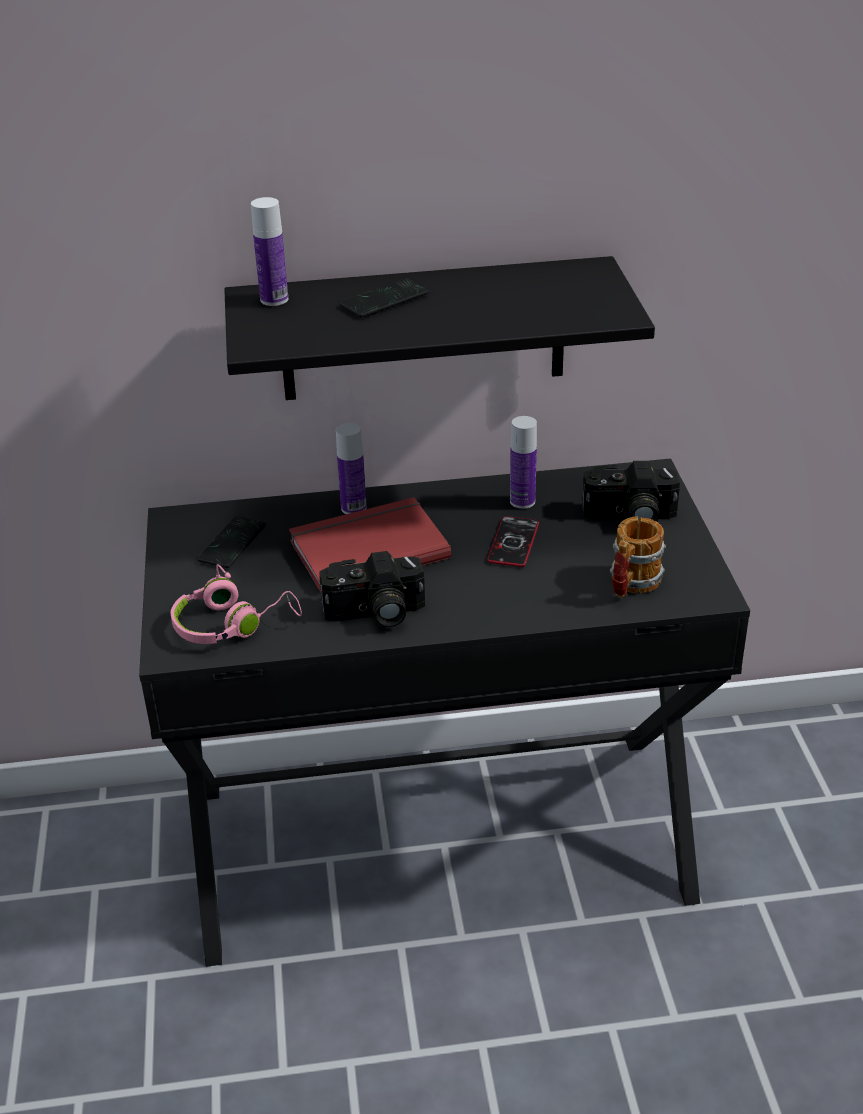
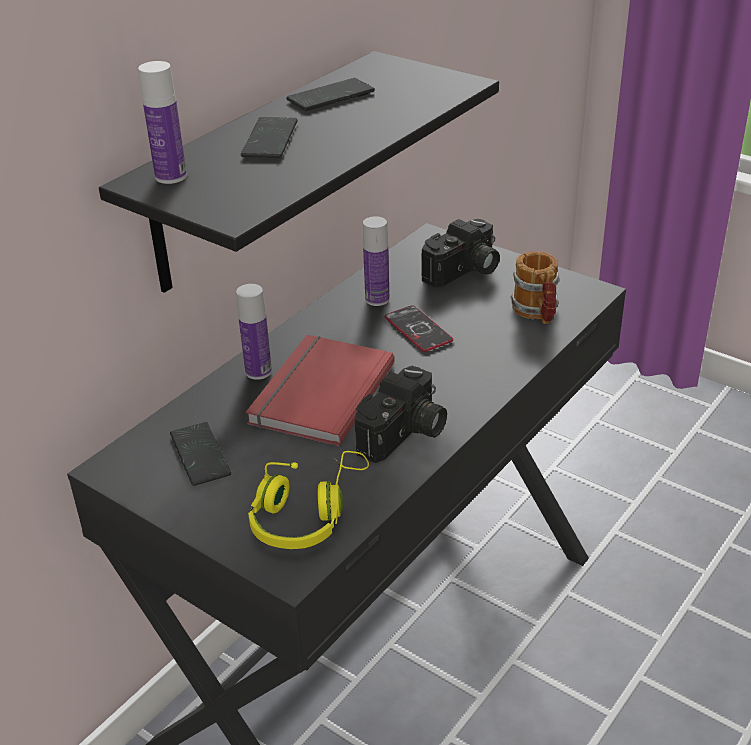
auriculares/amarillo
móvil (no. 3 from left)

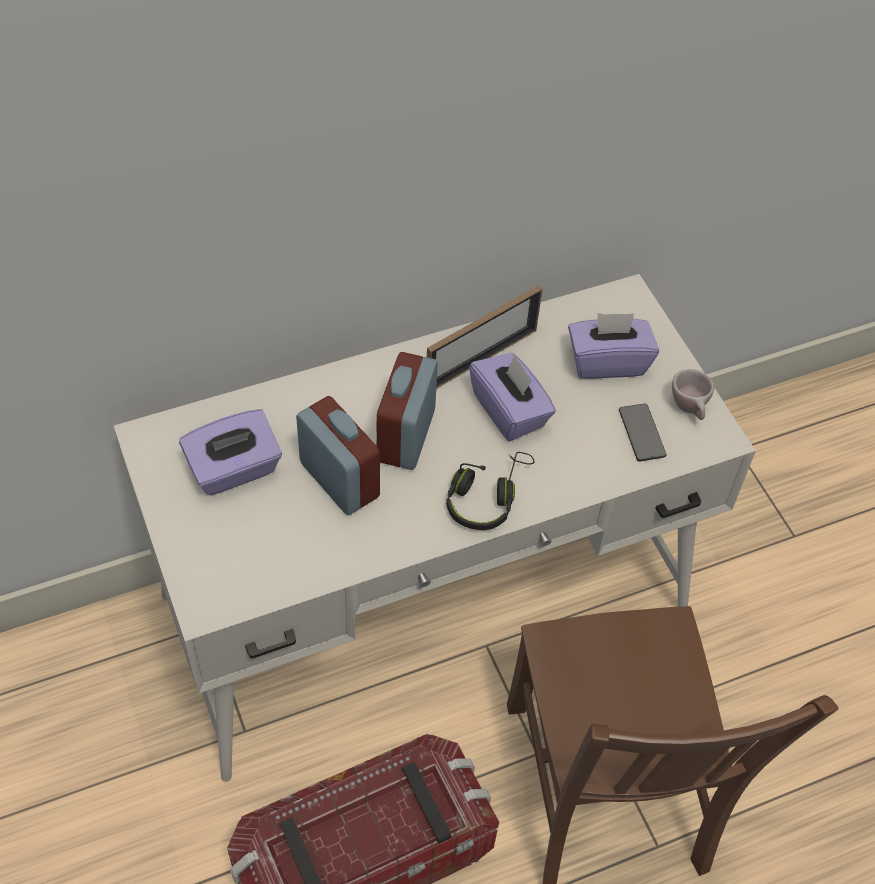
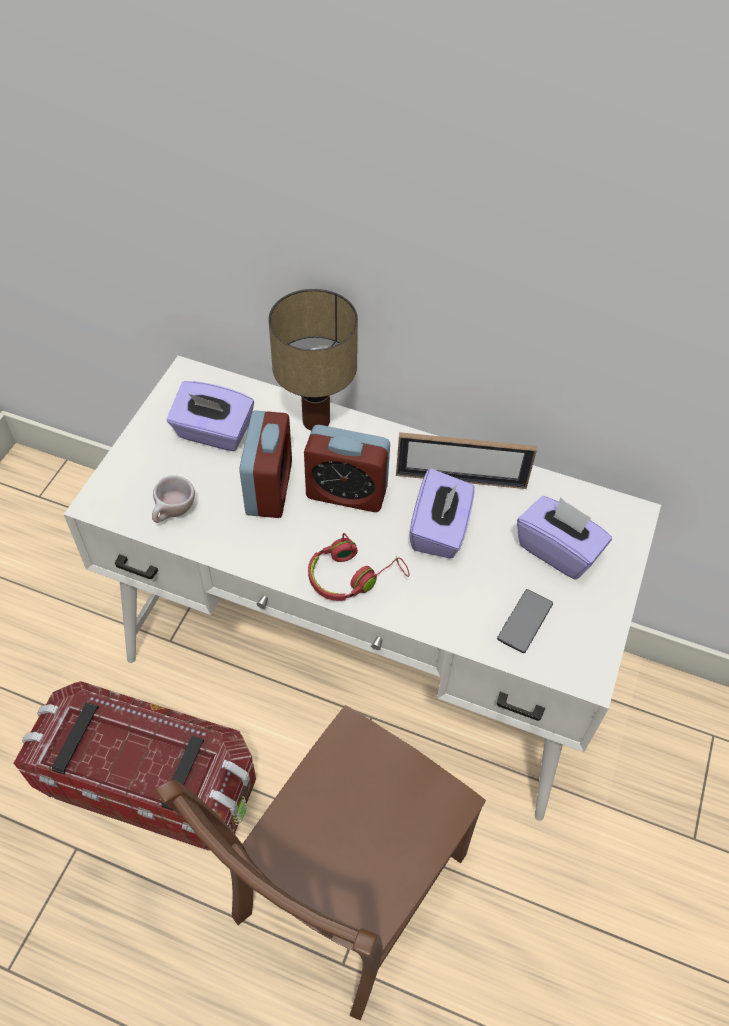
despertador (no. 2 from left)
auriculares/rojo
taza/beis
lámpara de mesa

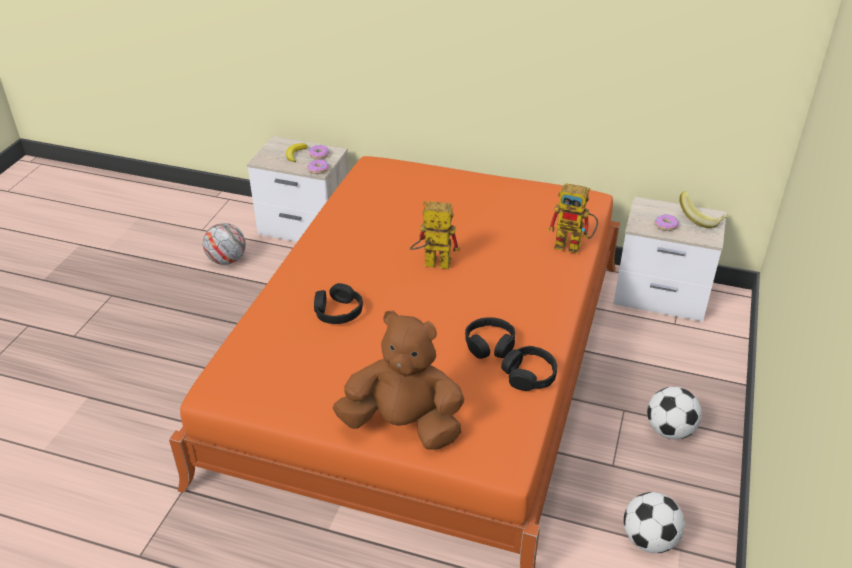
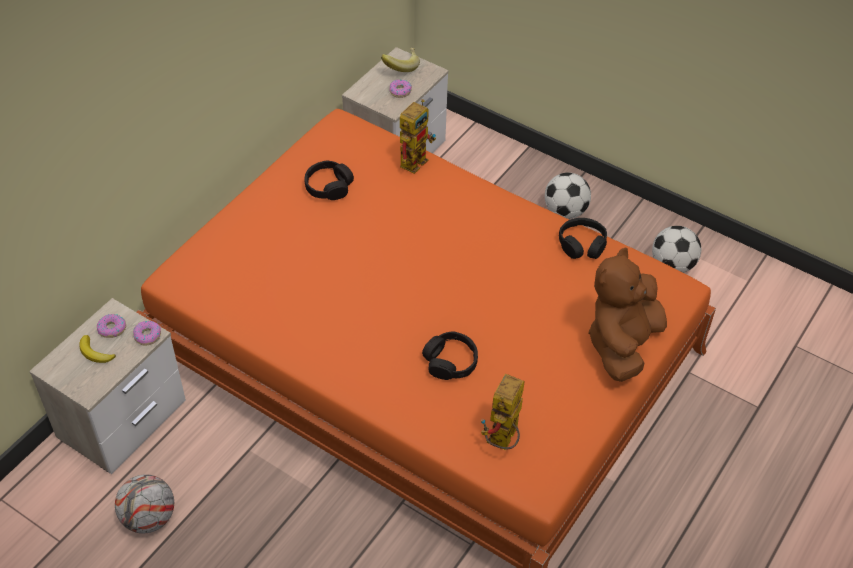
robot de juguete (no. 2 from left)
auriculares/negro (no. 1 from left)

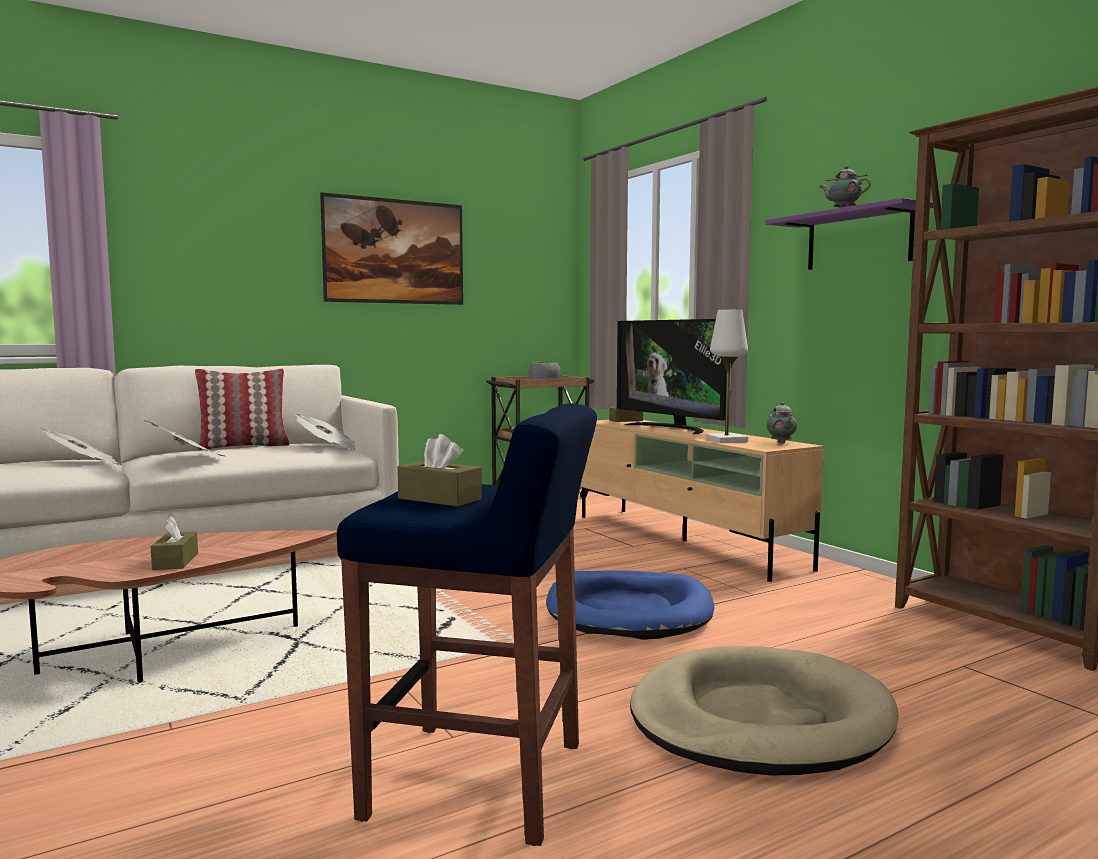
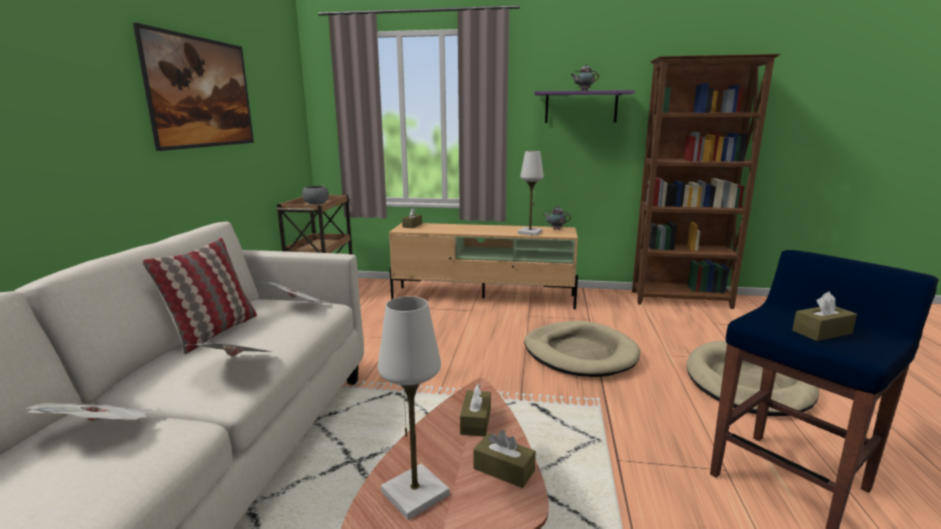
cama para perro/beis (no. 1 from left)
televisor
lámpara de mesa/blanco (no. 1 from left)
caja de pañuelos/marrón (no. 2 from left)

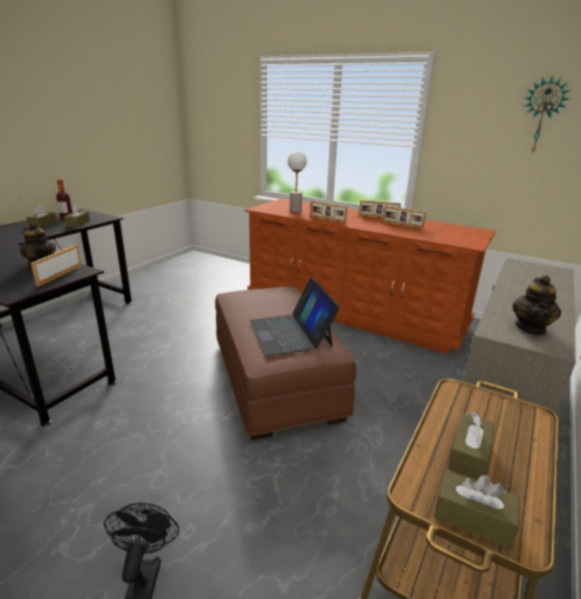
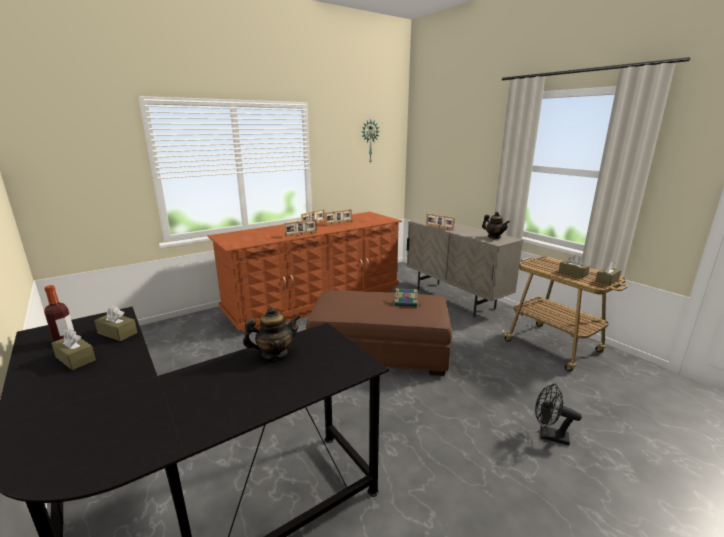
portarretratos (no. 4 from left)
libro
lámpara de mesa

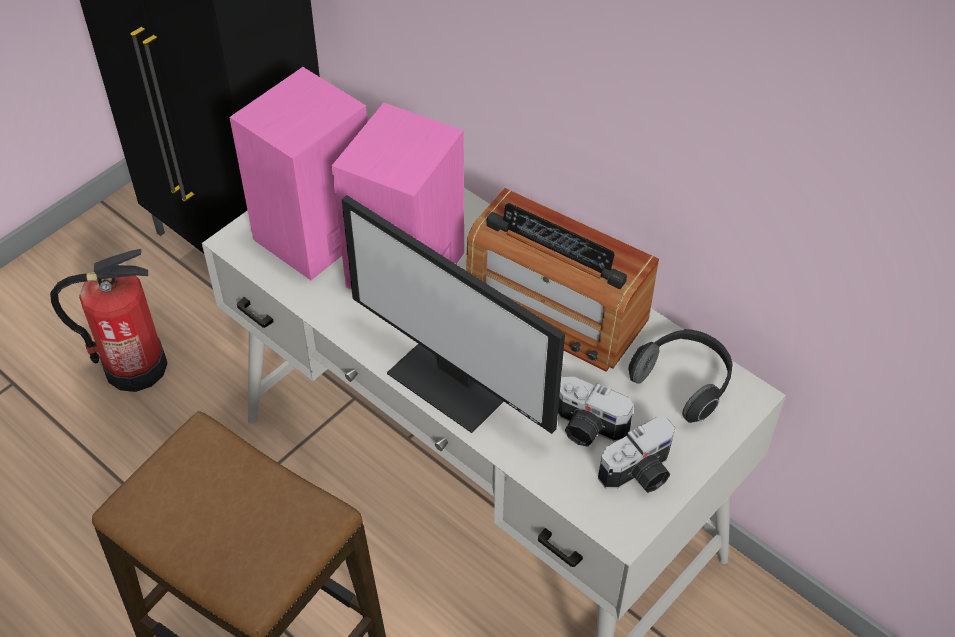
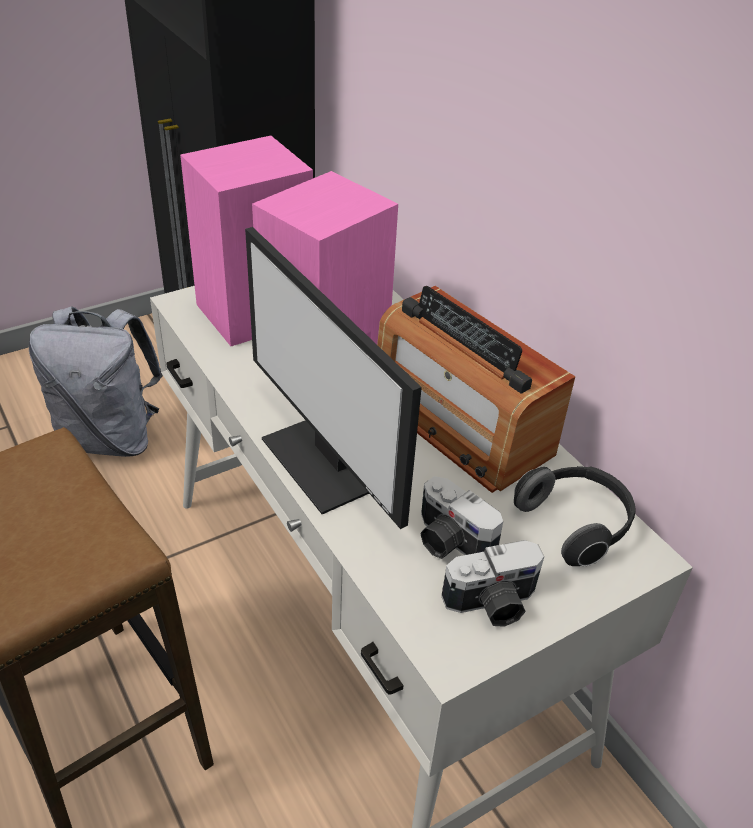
mochila/gris

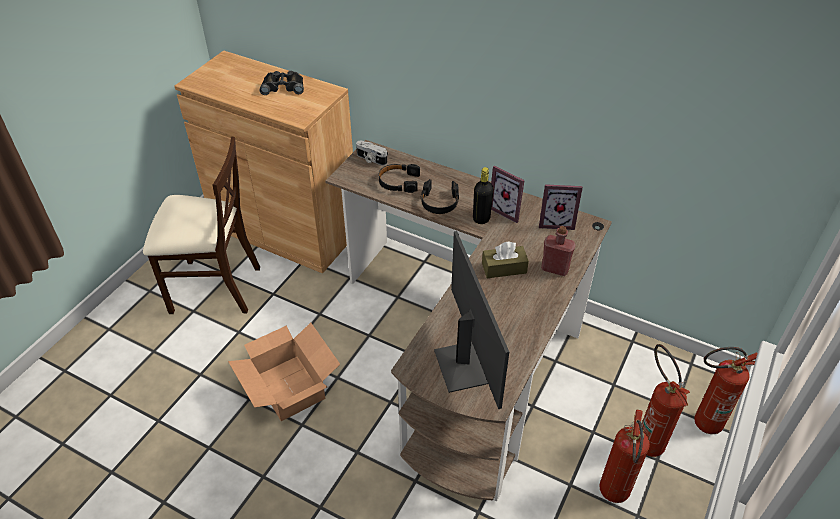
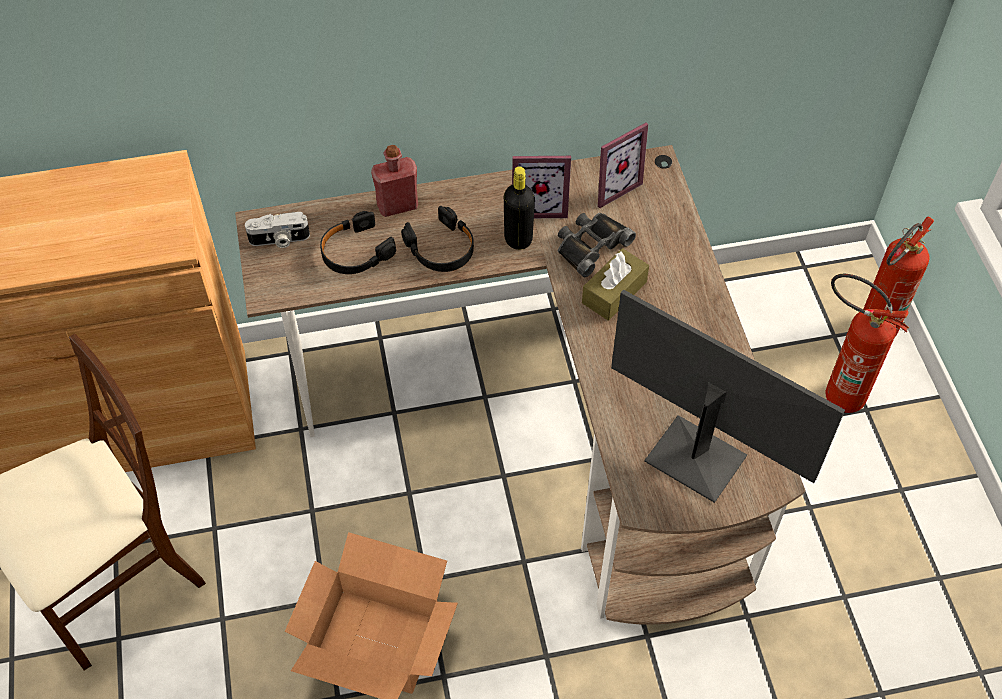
prismáticos/negro
botella/rojo
extintor (no. 1 from left in the first image)

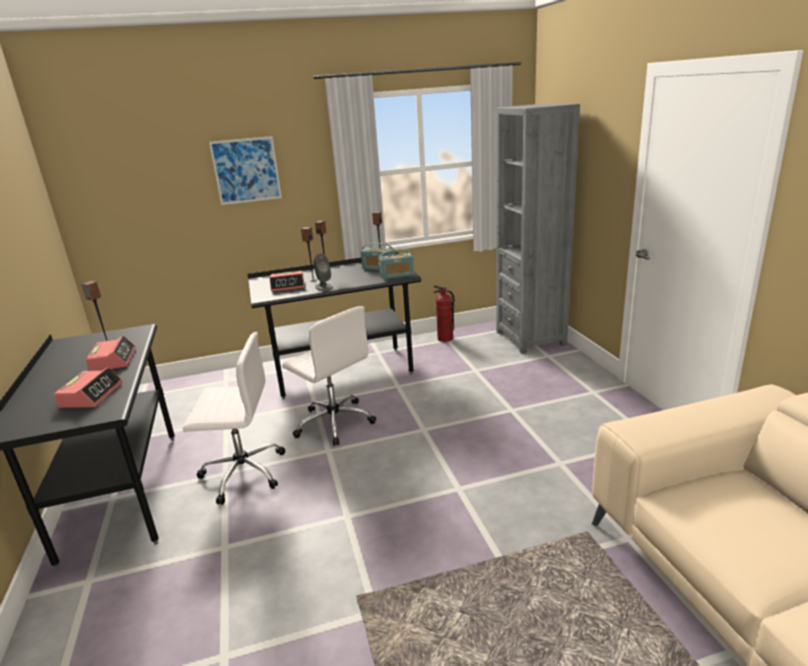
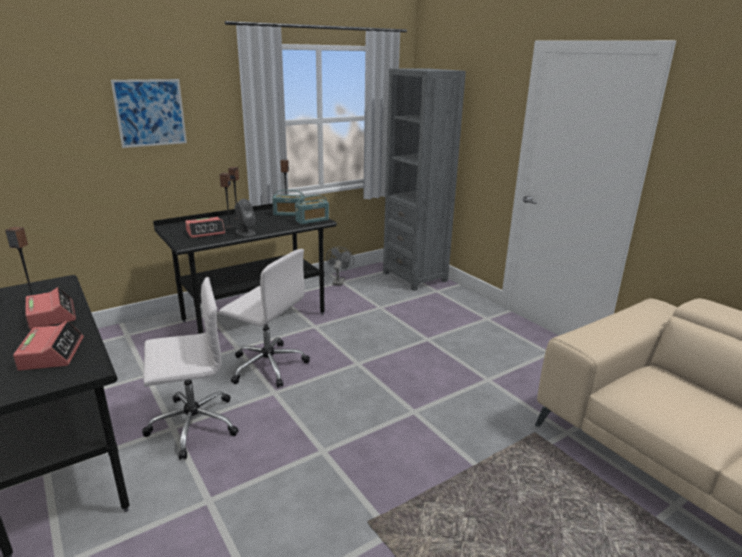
ventilador/gris

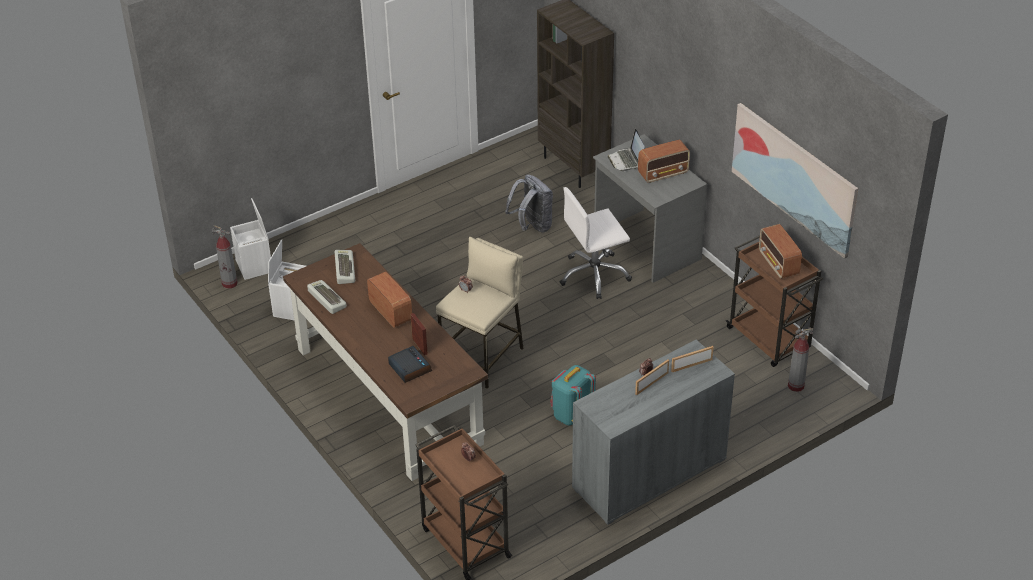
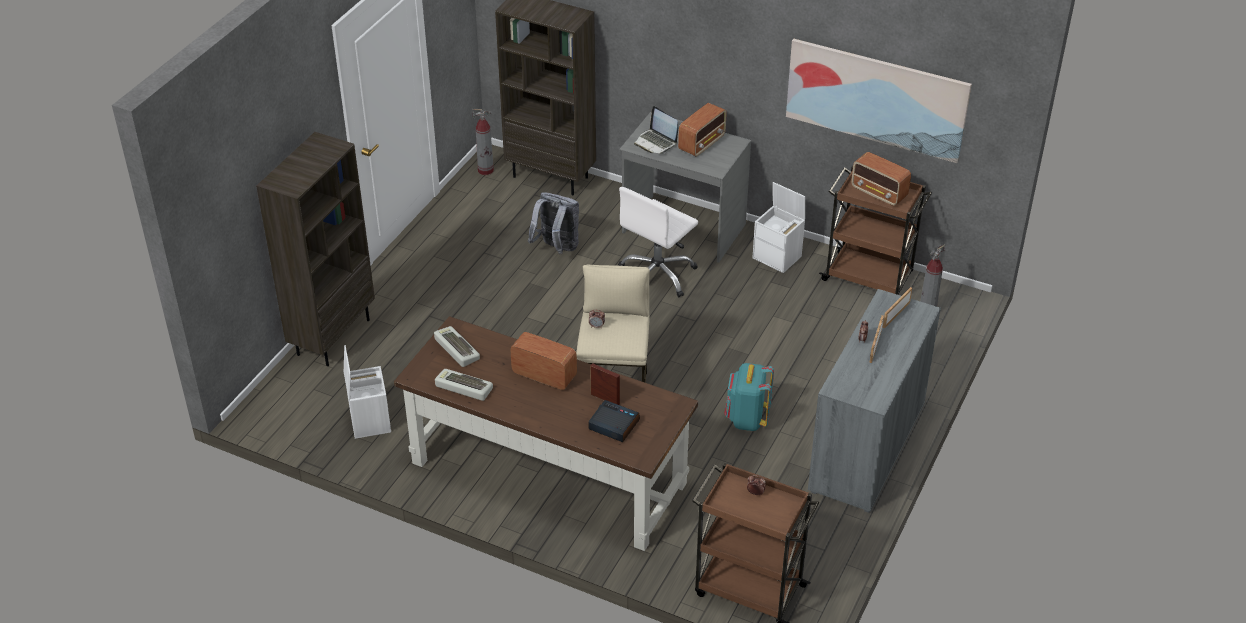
extintor (no. 1 from left)
caja de almacenaje/blanco (no. 2 from left)
estantería/marrón (no. 1 from left)

